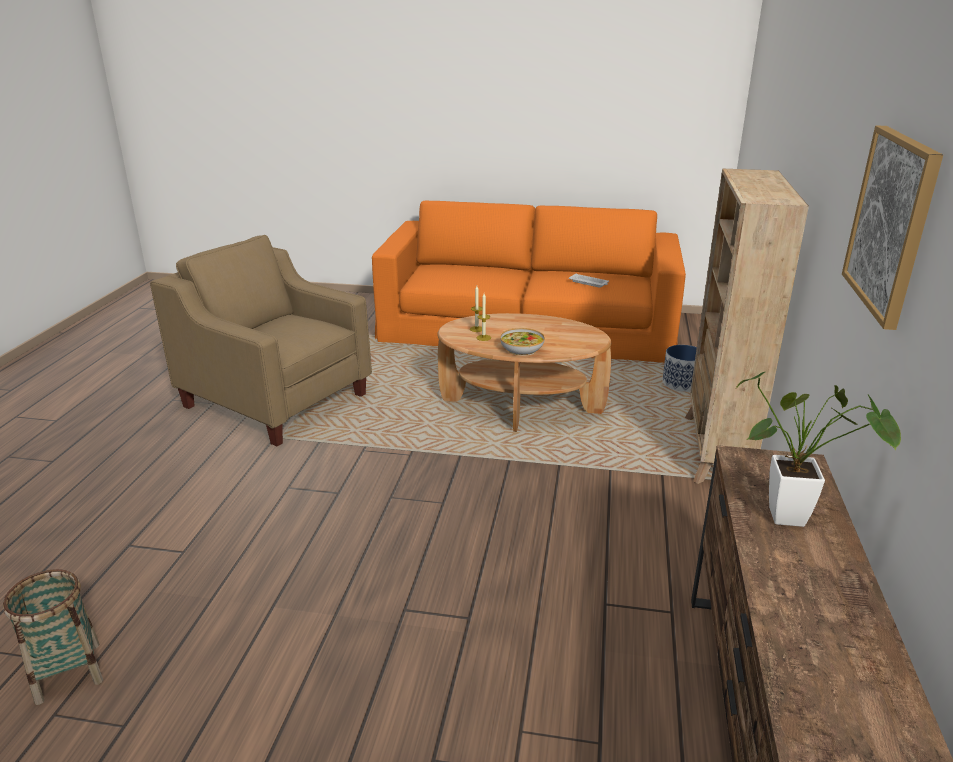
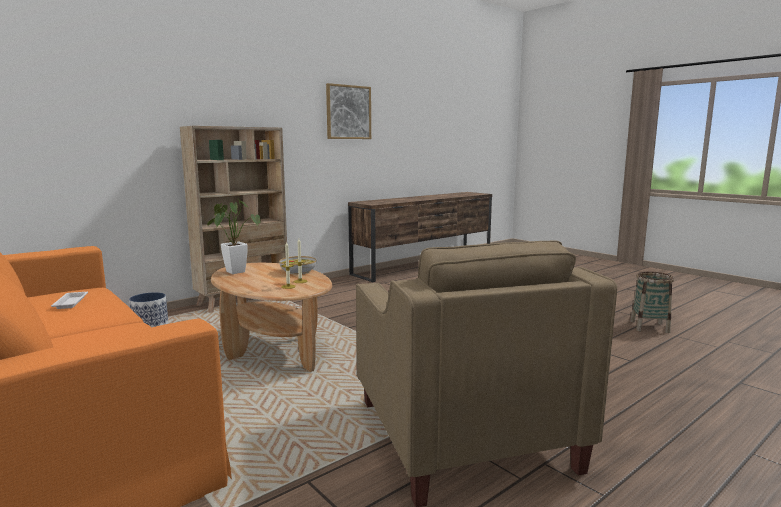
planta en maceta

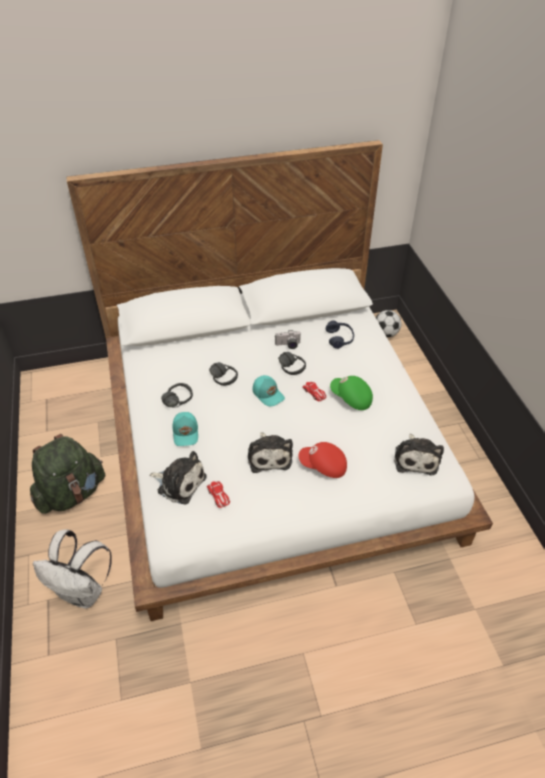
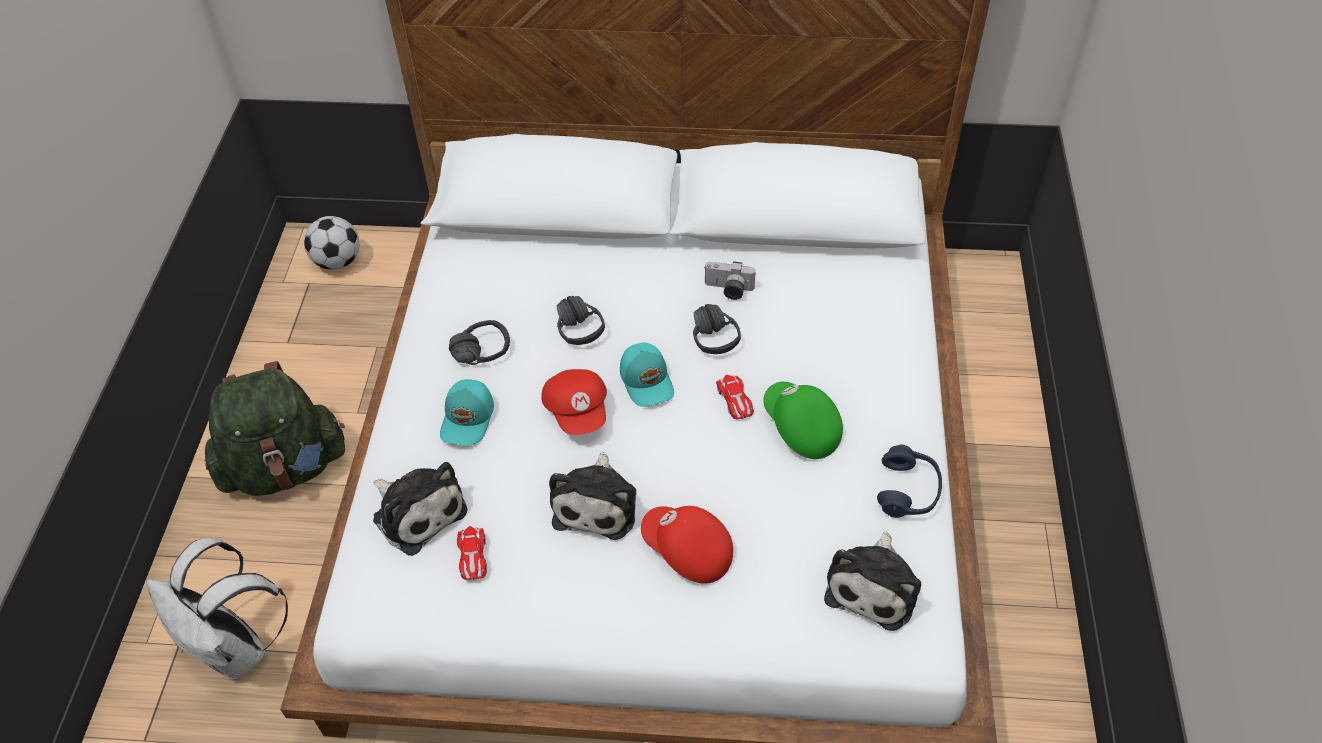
auriculares/azul
balón de fútbol
gorra/rojo (no. 1 from left)

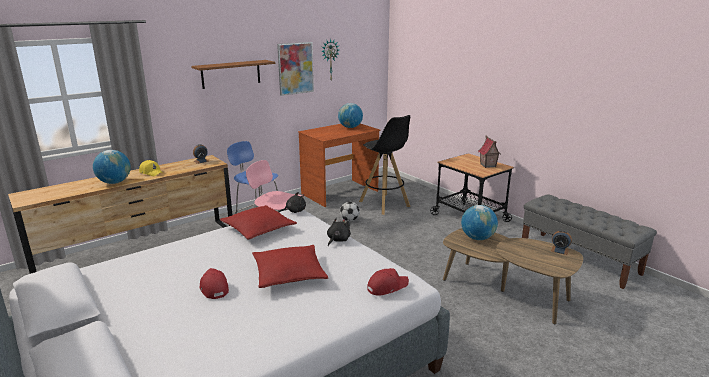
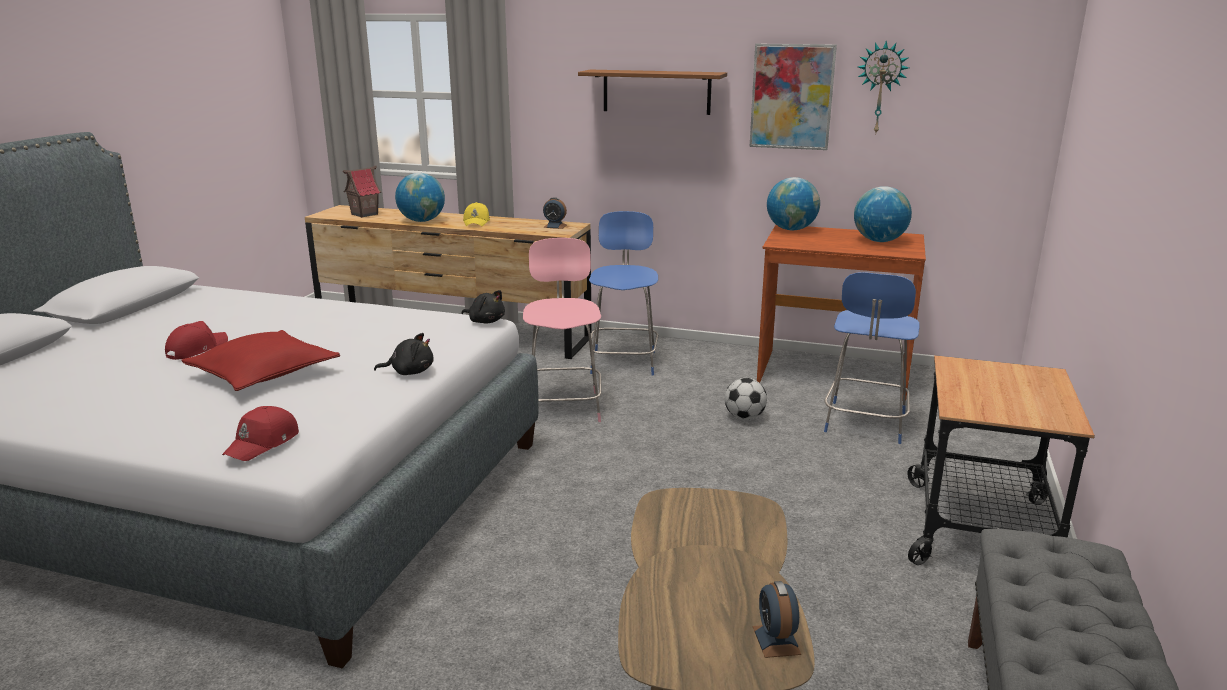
cojín/rojo (no. 1 from left in the first image)
silla/azul (no. 2 from left)
gorra/rojo (no. 2 from left)
globo terráqueo (no. 2 from left)
casita

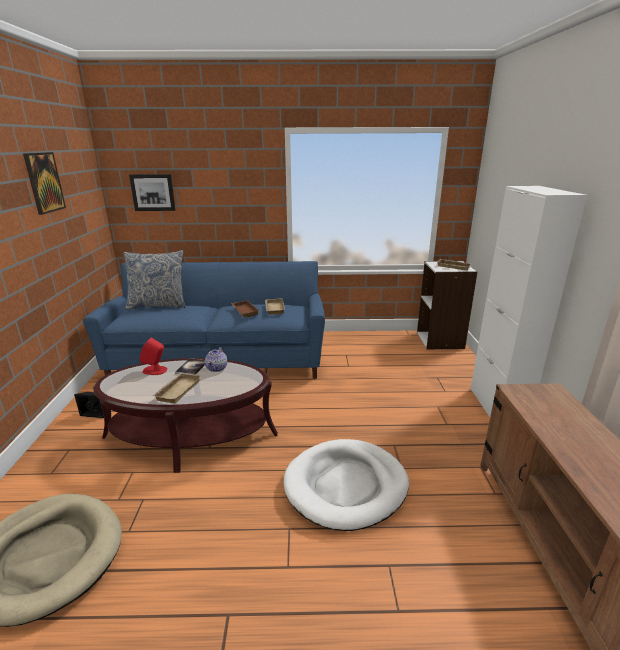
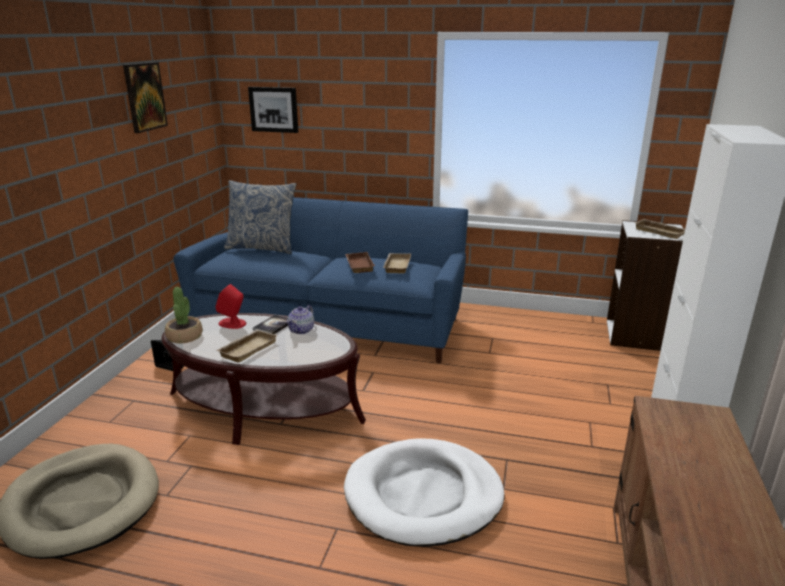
planta en maceta

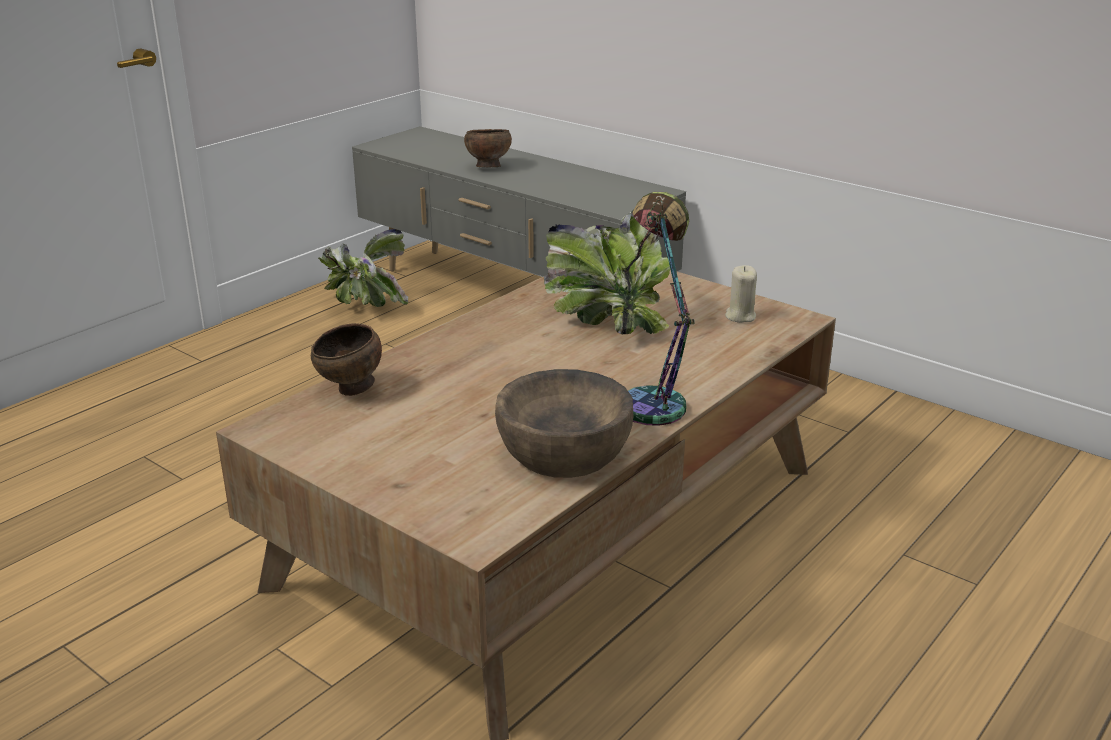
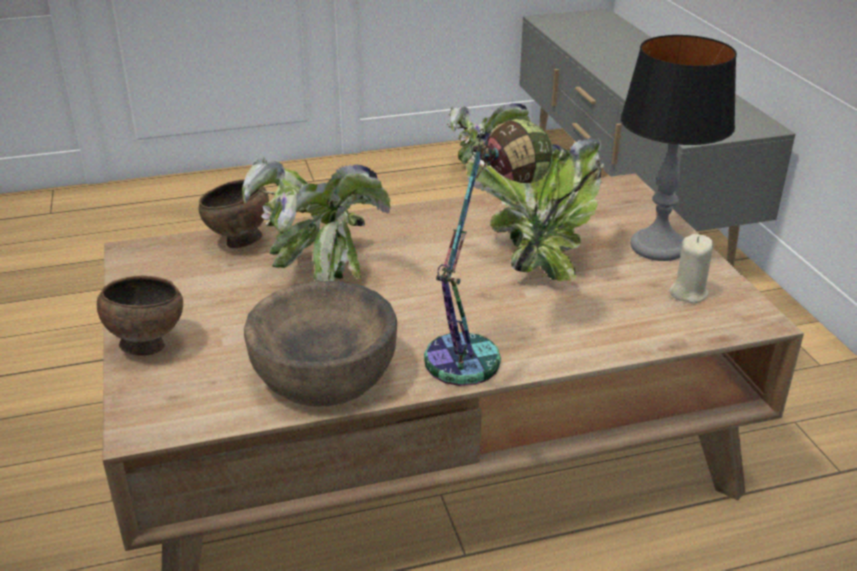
cuenco/marrón (no. 1 from left)
planta en maceta (no. 1 from left)
lámpara de mesa (no. 2 from left)

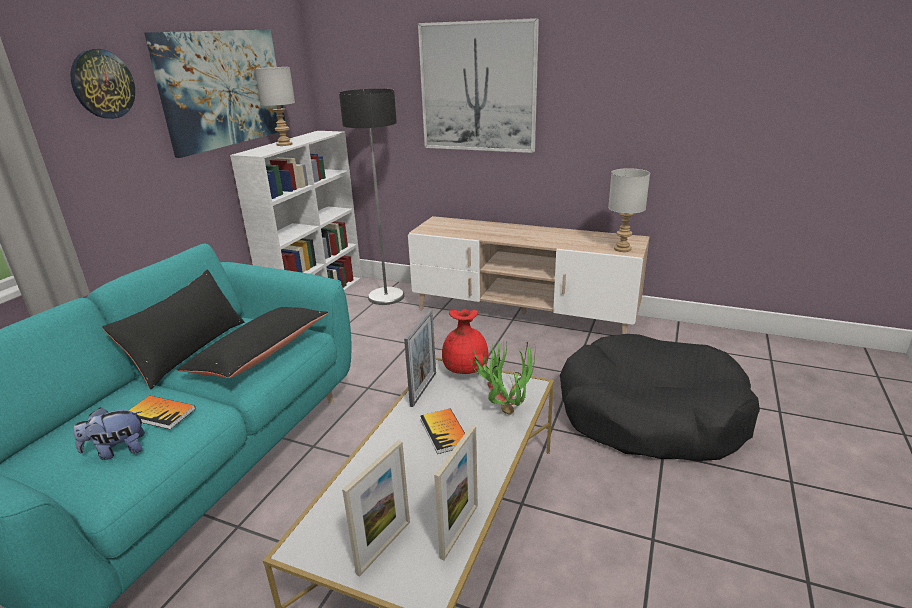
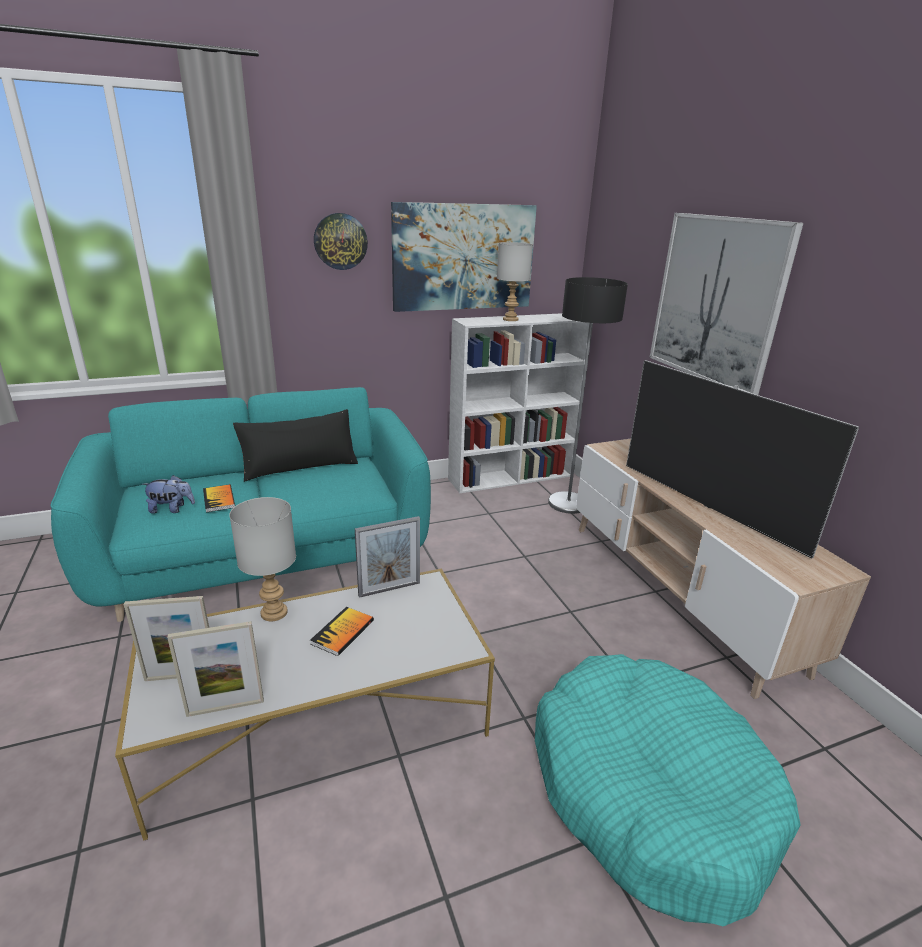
peluche
cojín/negro (no. 2 from left in the first image)
florero/rojo
planta en maceta
cama para perro/turquesa
lámpara de mesa/gris (no. 1 from left)
televisor

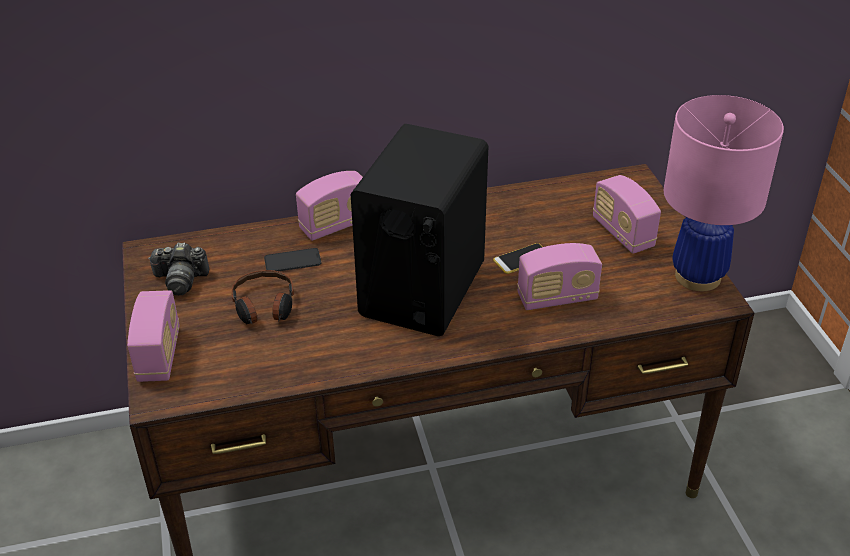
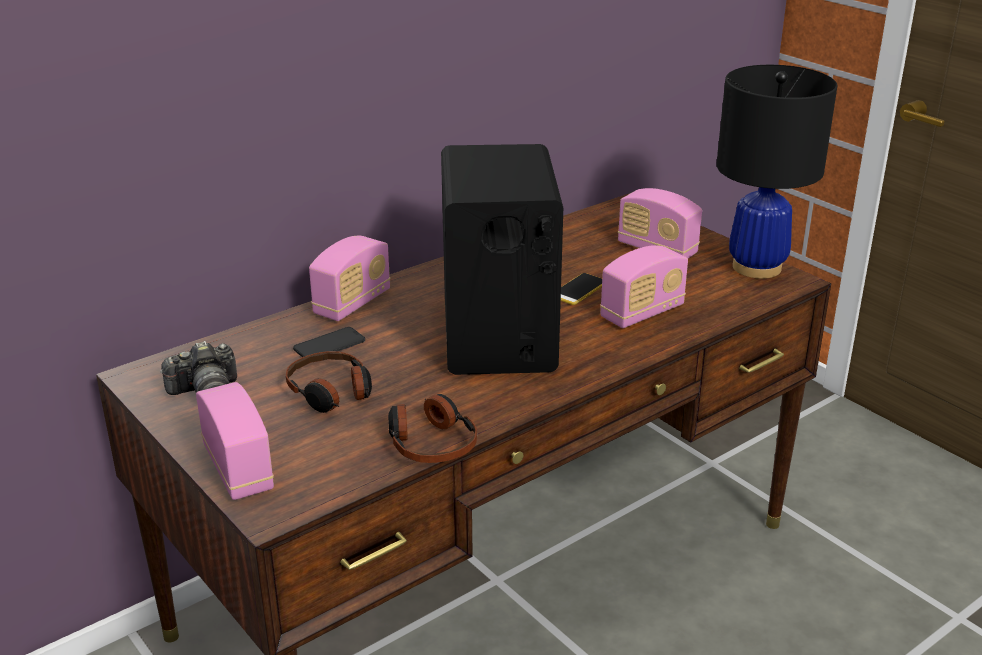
lámpara de mesa/negro
auriculares (no. 2 from left)

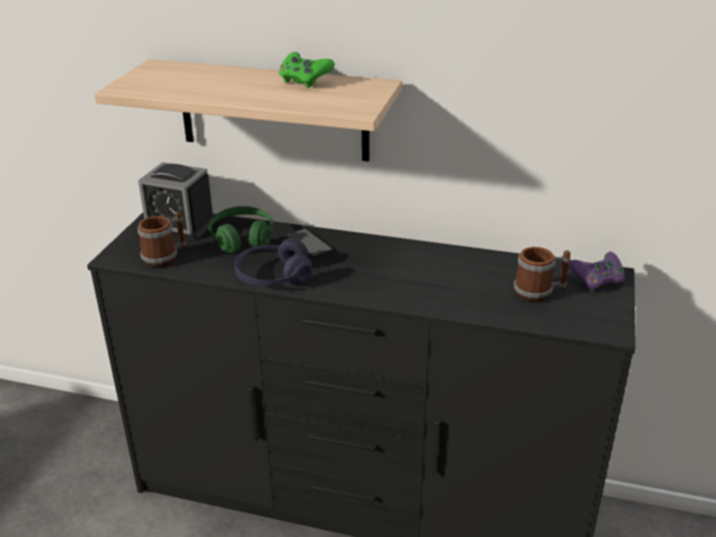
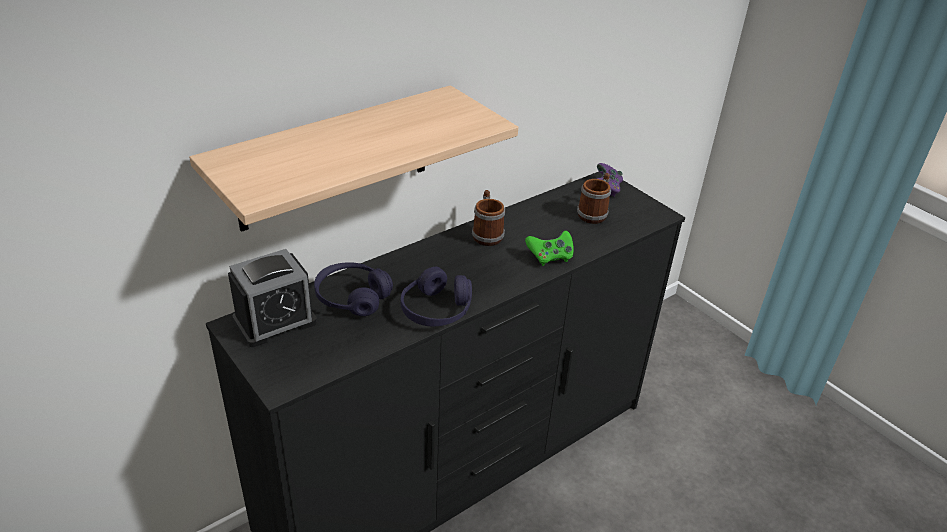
taza grande (no. 1 from left)
auriculares/morado (no. 1 from left)
mando de consola/verde
móvil

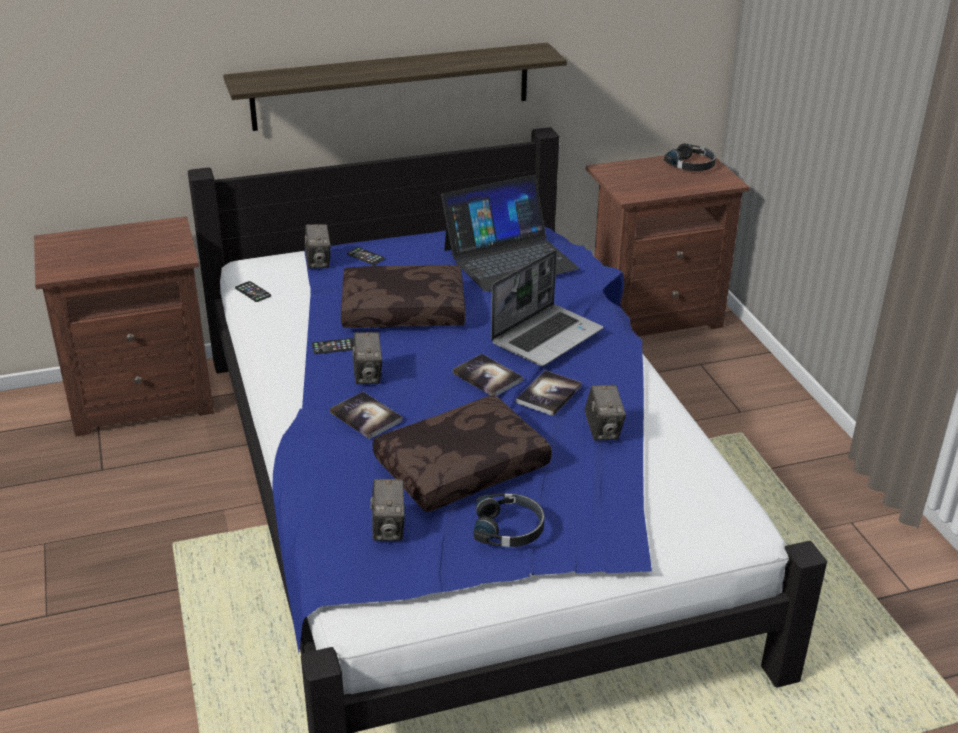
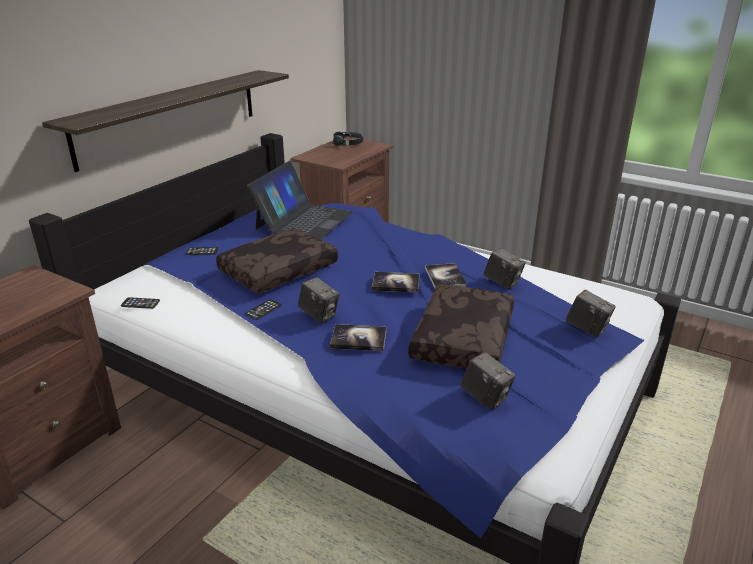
cámara (no. 4 from left)
auriculares/negro (no. 1 from left in the first image)
portátil (no. 2 from left in the first image)

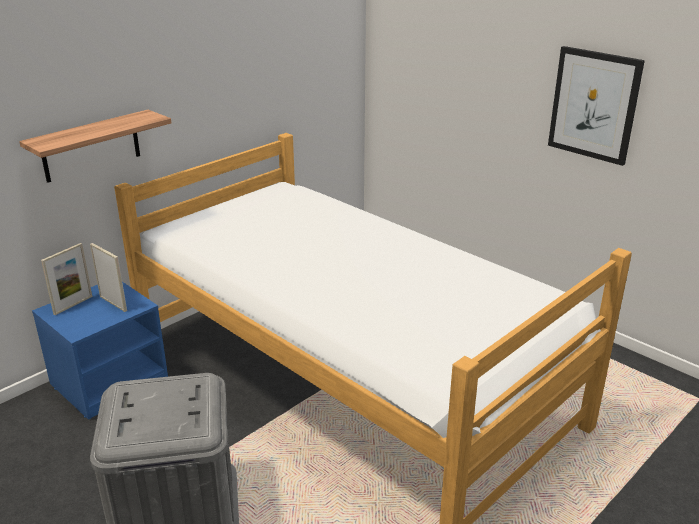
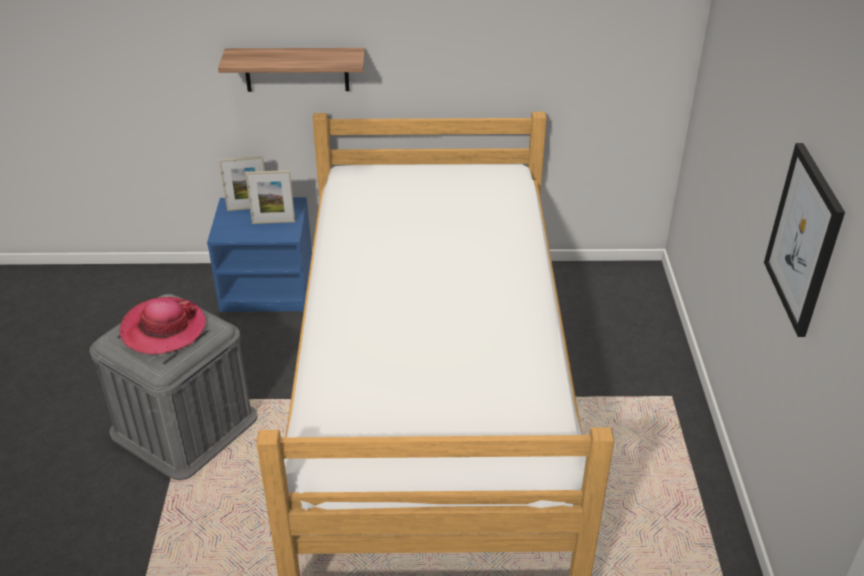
portarretratos (no. 2 from left)
sombrero

